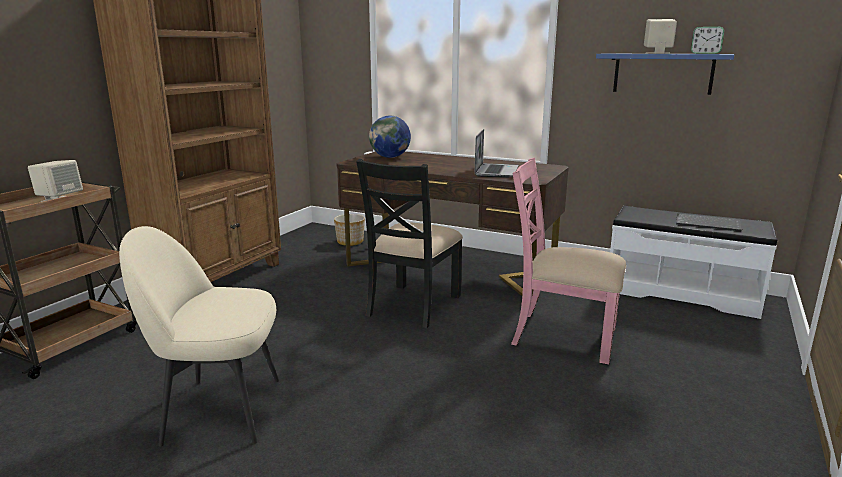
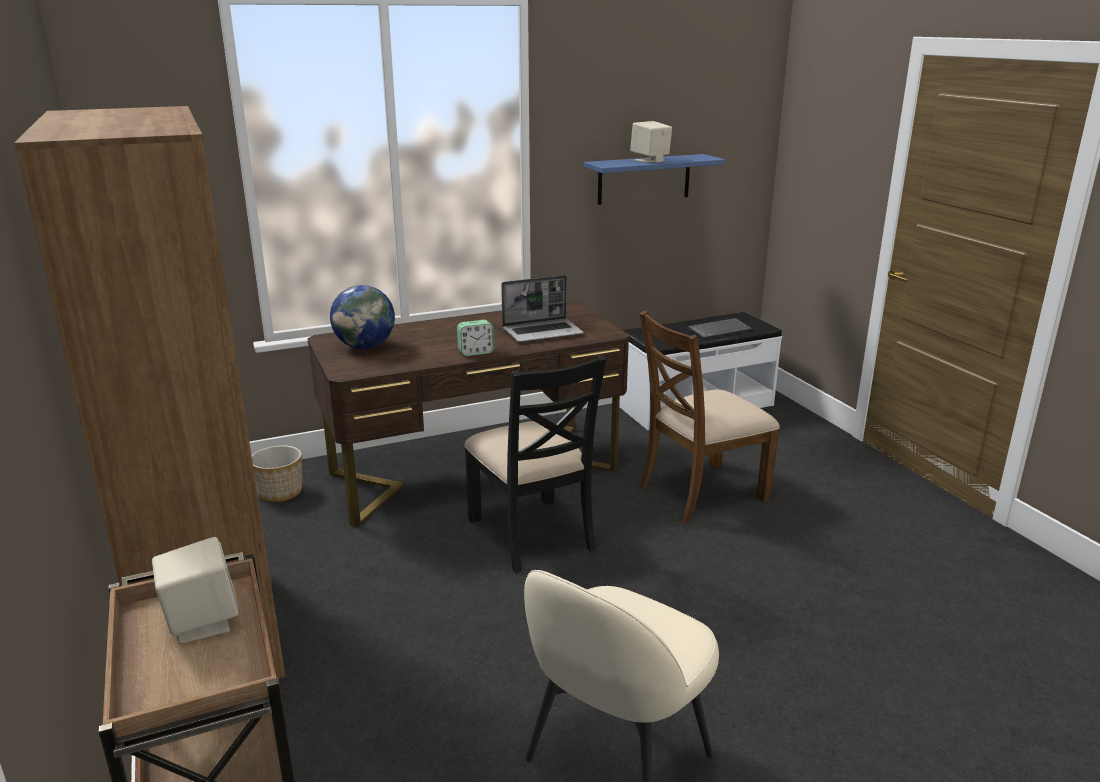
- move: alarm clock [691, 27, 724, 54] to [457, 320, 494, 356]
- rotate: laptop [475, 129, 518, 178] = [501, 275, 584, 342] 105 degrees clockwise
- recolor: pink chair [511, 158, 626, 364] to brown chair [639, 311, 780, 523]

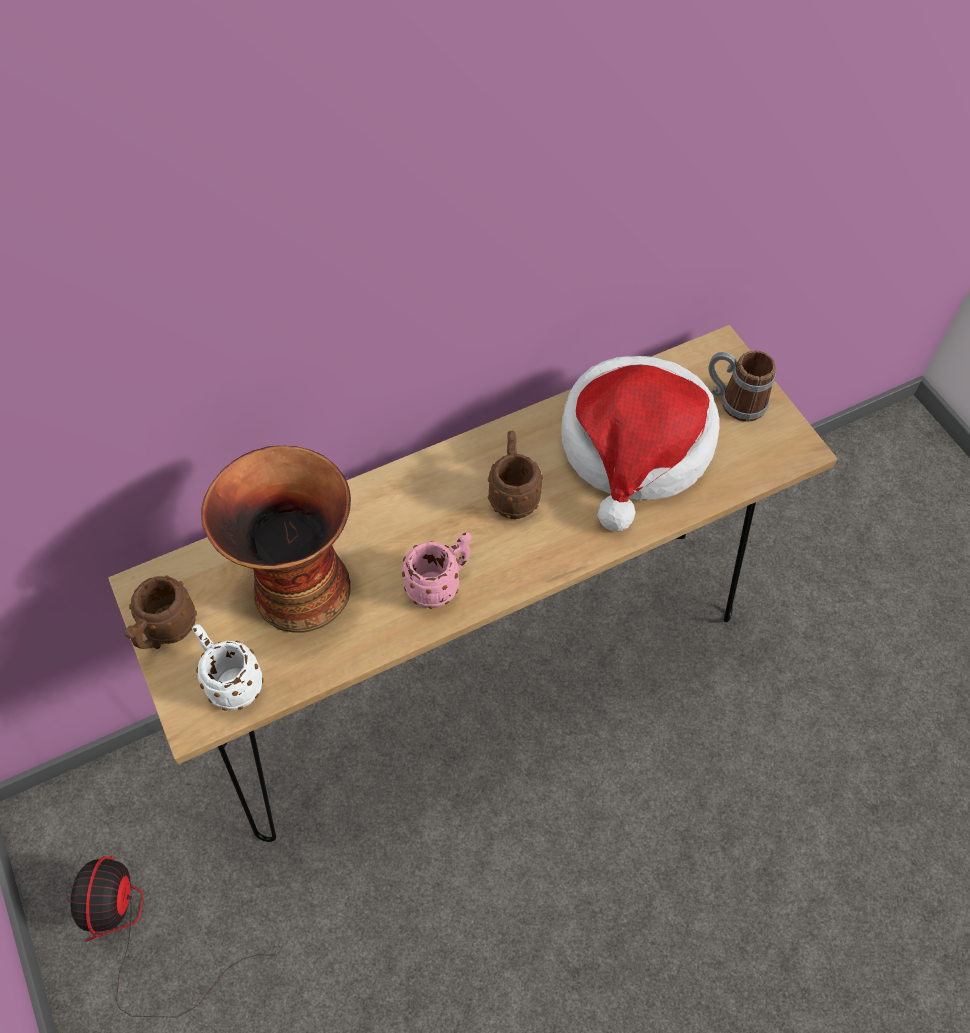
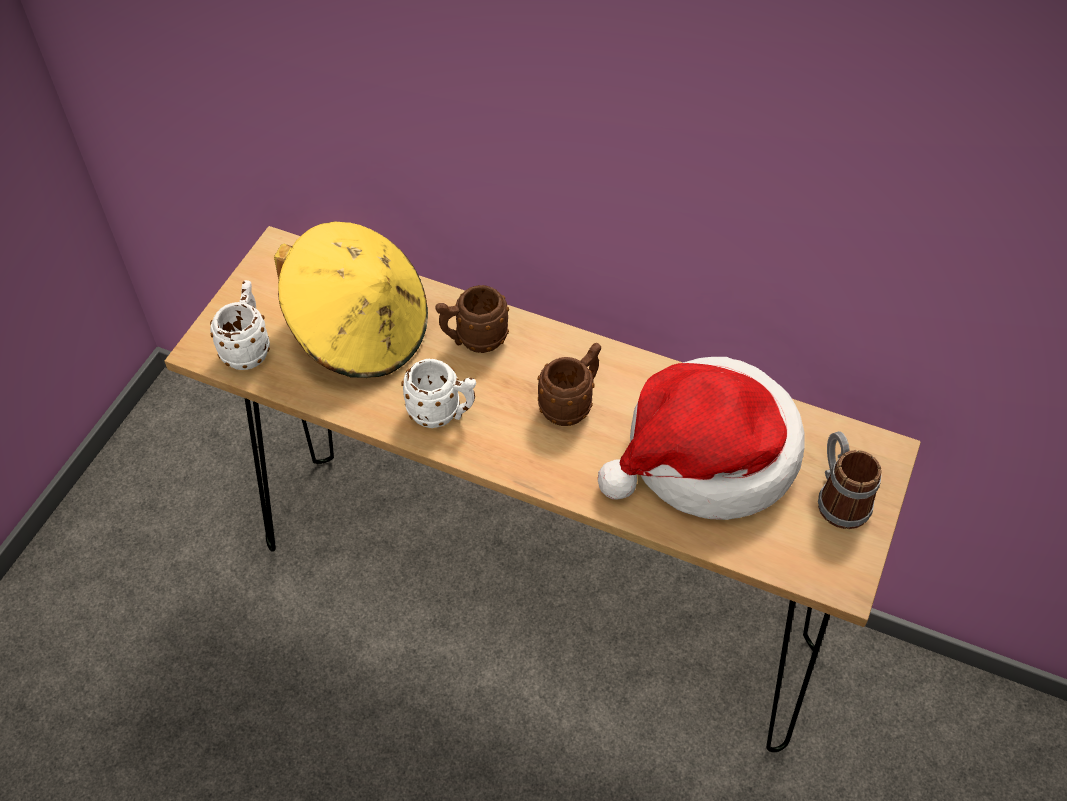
- replace: vase [201, 446, 351, 633] to yellow hat [274, 221, 428, 378]
- recolor: pink mug [402, 532, 471, 609] to white mug [401, 359, 476, 428]
- move: brown mug [124, 576, 197, 649] to [435, 285, 509, 353]
- delete: fan [70, 856, 276, 1017]

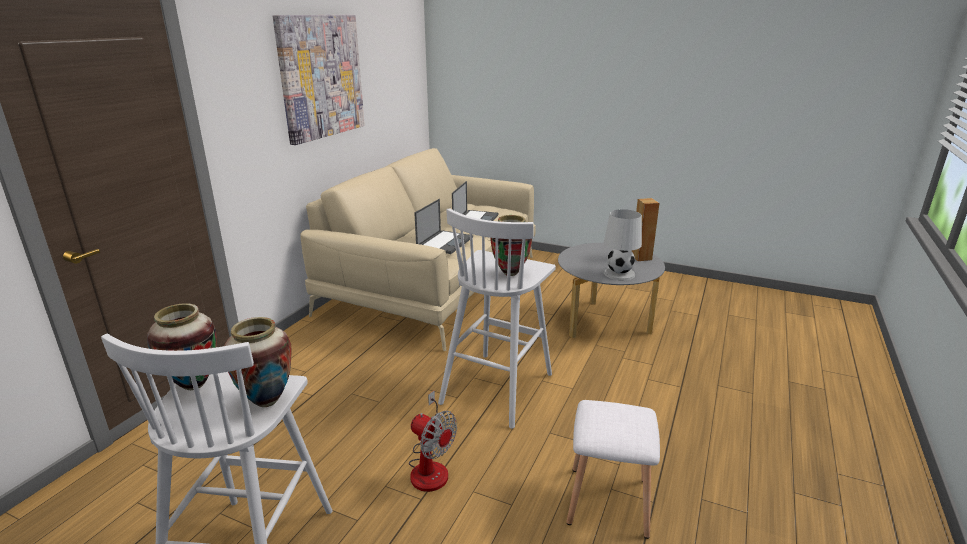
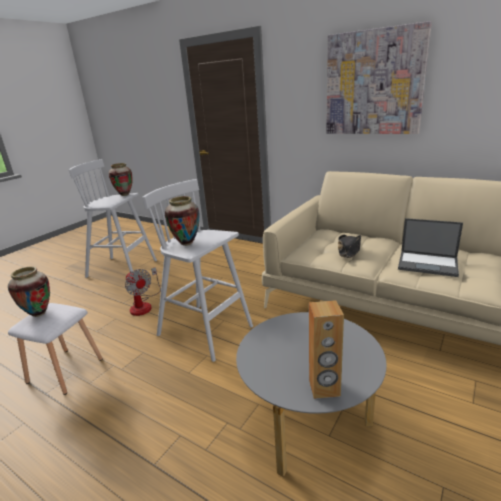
- replace: laptop [414, 199, 473, 254] to black hat [338, 235, 361, 258]
- delete: white table lamp [604, 209, 642, 281]
- move: vase [224, 317, 292, 407] to [8, 266, 50, 317]
- rotate: fan [409, 391, 457, 492] = [125, 267, 161, 316] 90 degrees counterclockwise

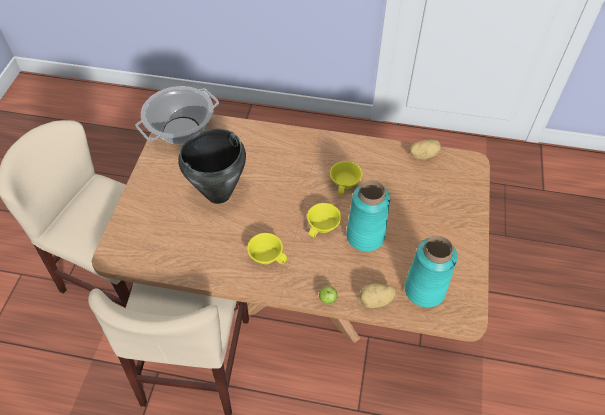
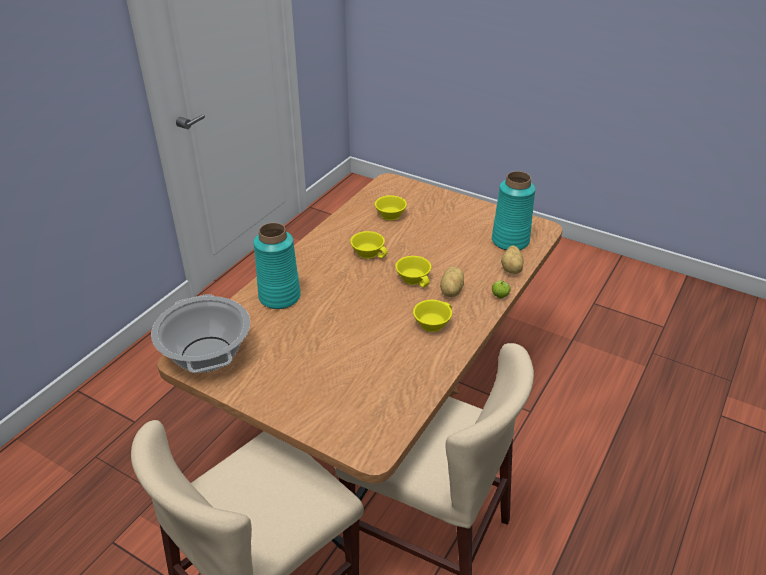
- delete: black cooking pot [178, 129, 246, 204]
- move: potato [409, 140, 441, 160] to [440, 267, 464, 297]
- move: turquoise vase [346, 180, 390, 251] to [253, 223, 301, 309]
- insert: yellow cup [375, 195, 407, 221]

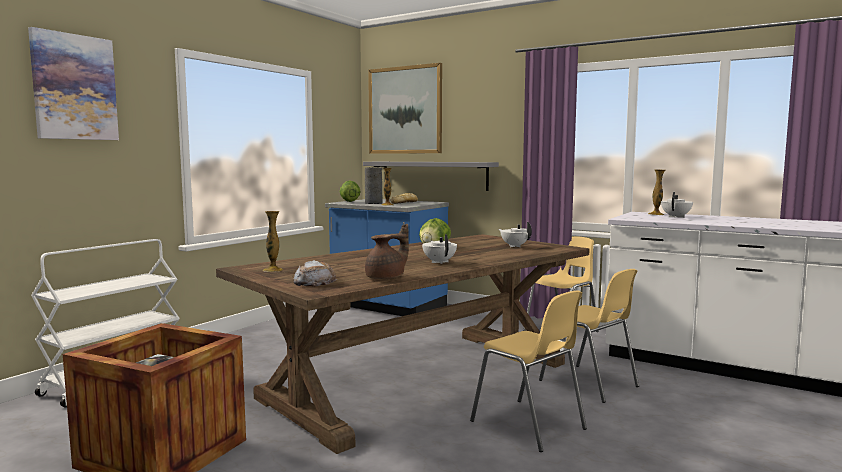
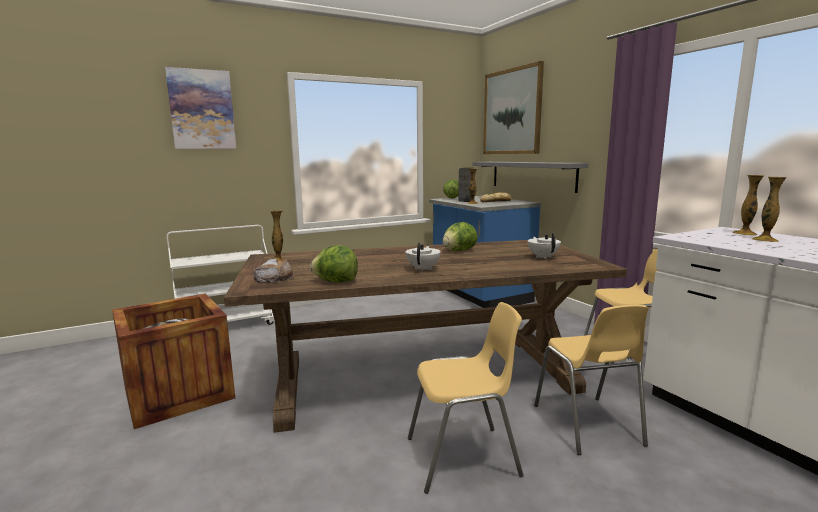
- replace: white teapot [661, 192, 693, 218] to vase [752, 177, 787, 242]
- replace: brown teapot [365, 224, 409, 280] to lettuce [310, 245, 358, 282]
- rotate: yellow chair [470, 291, 587, 452] = [408, 302, 523, 494] 90 degrees counterclockwise

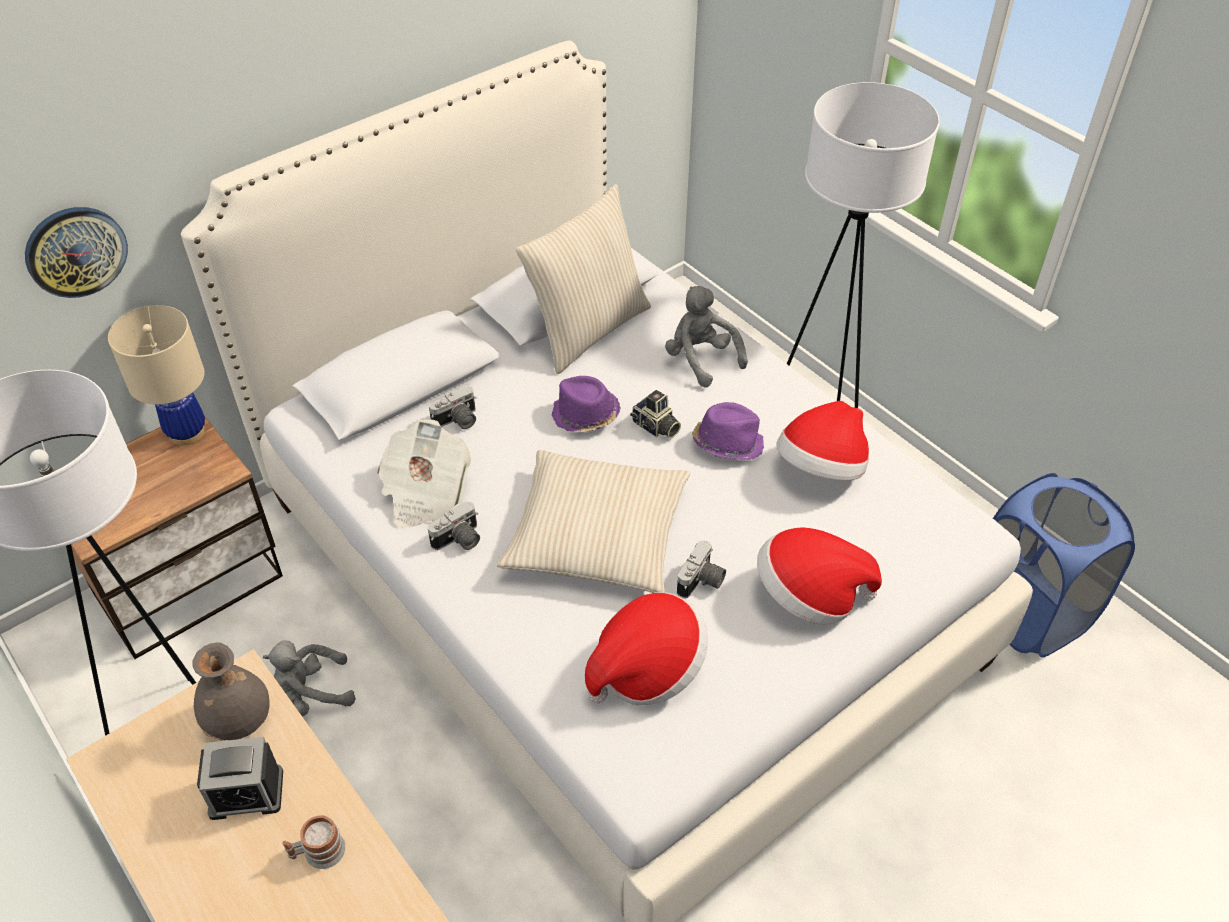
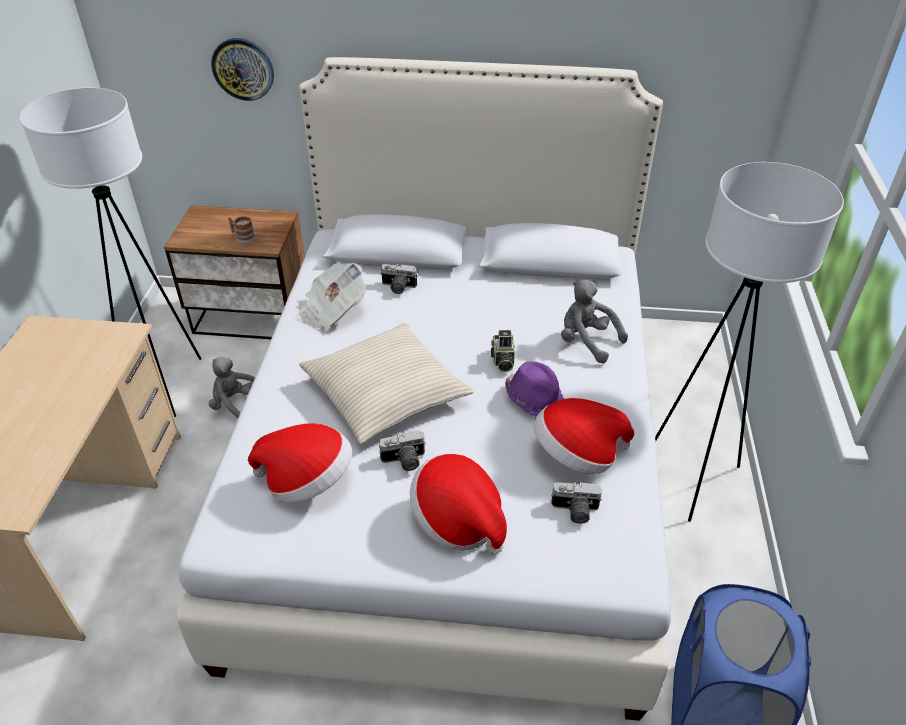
- delete: beige pillow [516, 184, 651, 374]
- rotate: grey plush toy [665, 286, 748, 388] = [561, 279, 628, 363] 60 degrees counterclockwise
- delete: beige table lamp [108, 305, 205, 445]
- delete: purple hat [552, 376, 621, 432]
- move: photo camera [427, 501, 480, 550] to [551, 482, 602, 524]
- delete: grey vase [192, 643, 270, 741]
- delete: alarm clock [197, 737, 283, 820]
- move: mug [282, 815, 345, 869] to [228, 216, 256, 244]

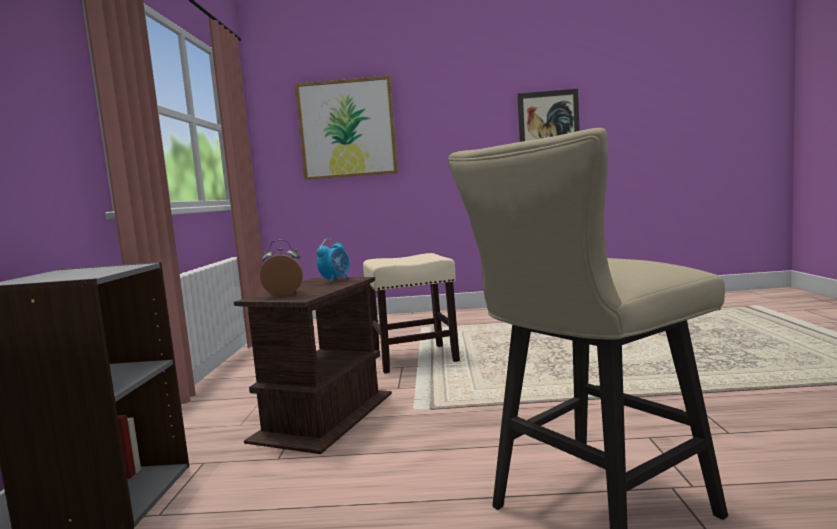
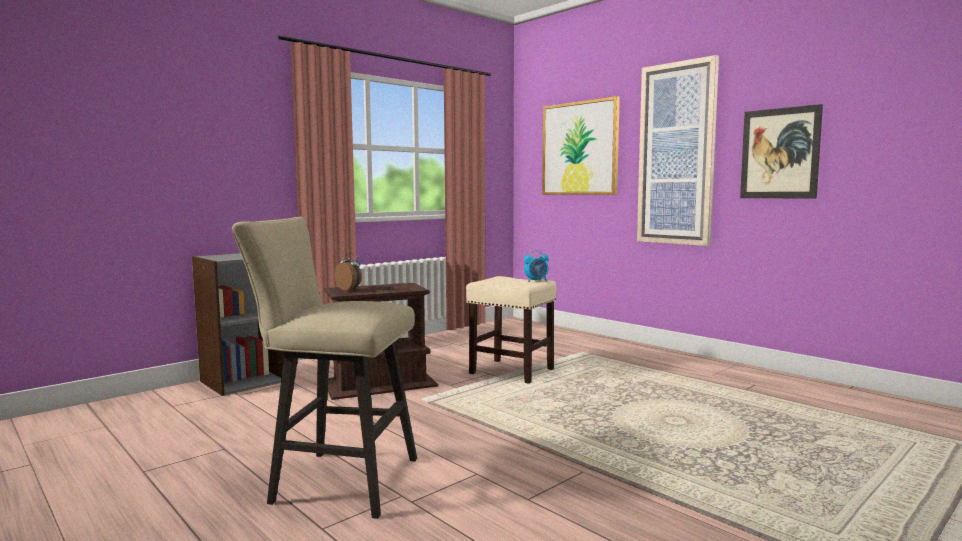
- move: alarm clock [316, 238, 349, 282] to [524, 250, 549, 282]
- insert: picture [637, 55, 719, 246]

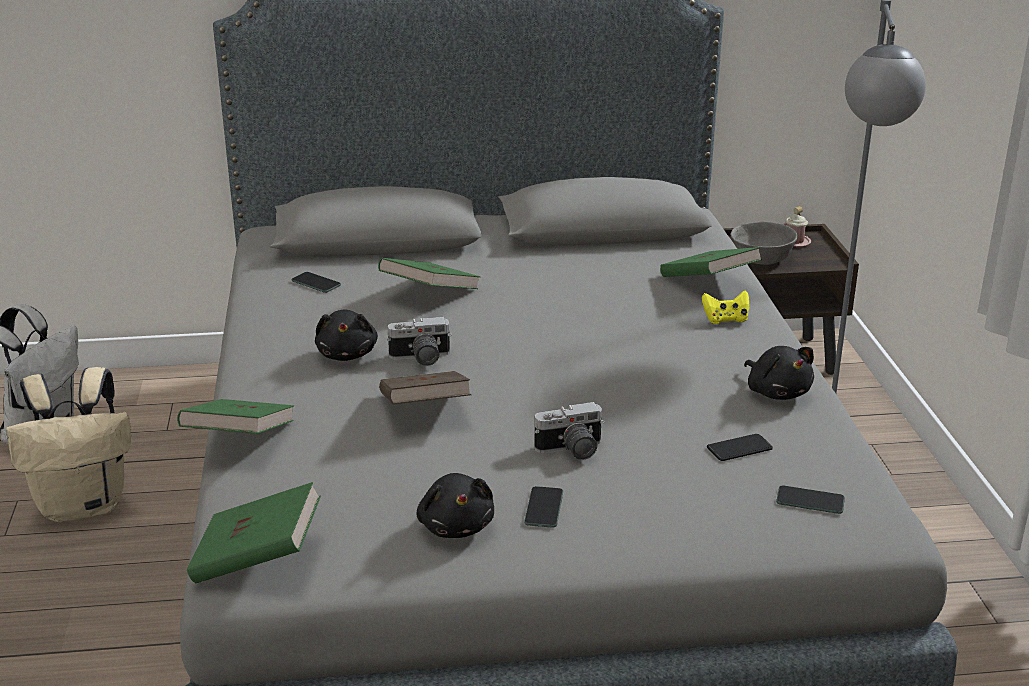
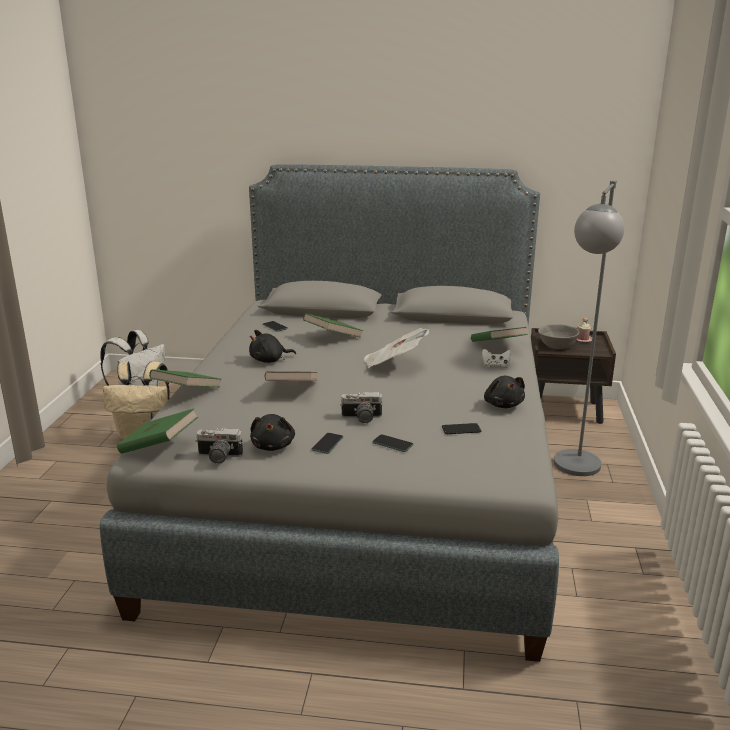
- recolor: yellow game controller [702, 291, 749, 324] to white game controller [482, 349, 511, 368]
- rotate: black plush toy [315, 310, 378, 361] = [249, 330, 296, 363] 60 degrees clockwise
- move: photo camera [387, 317, 452, 366] to [195, 428, 243, 464]
- move: phone [776, 485, 845, 514] to [372, 434, 413, 452]
- insert: newspaper [364, 328, 429, 368]

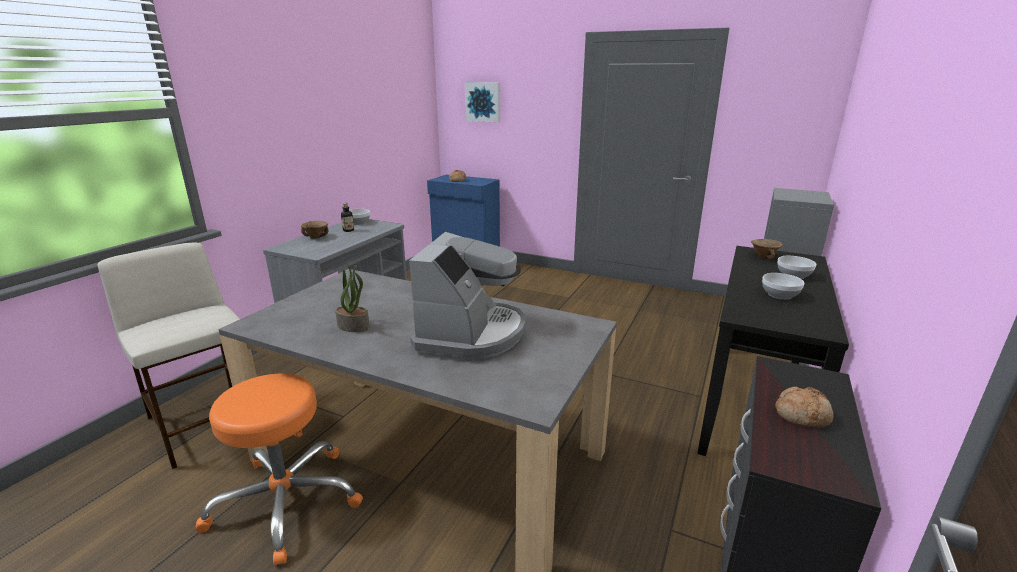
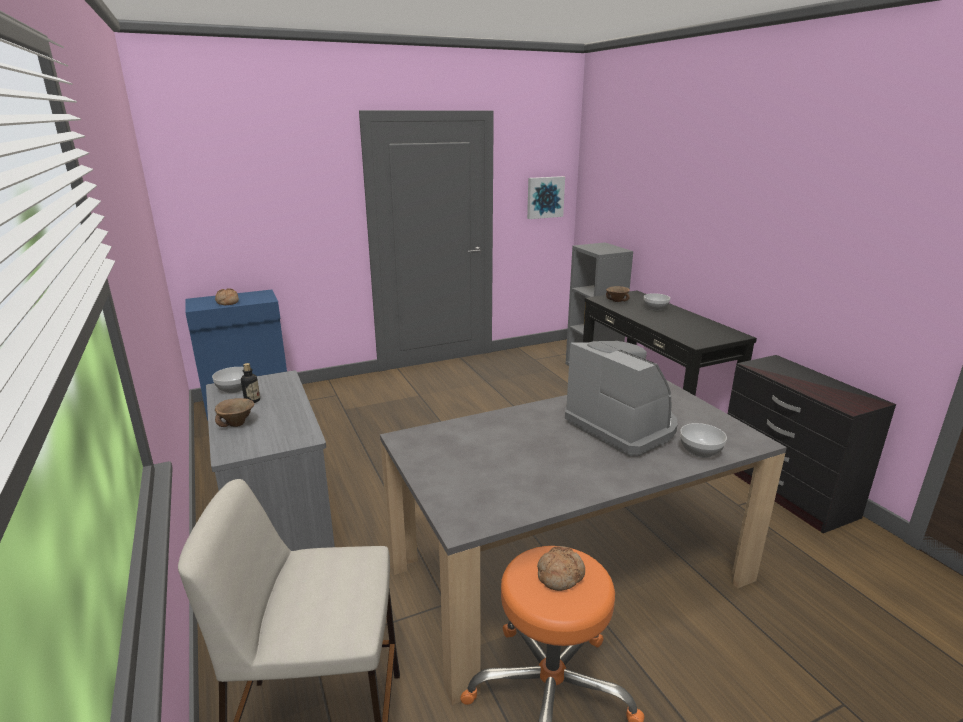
- move: picture [465, 82, 500, 122] to [527, 176, 565, 219]
- delete: potted plant [335, 264, 370, 332]
- move: bowl [762, 273, 805, 300] to [680, 423, 727, 458]
- move: bread [775, 387, 833, 427] to [537, 546, 585, 591]

